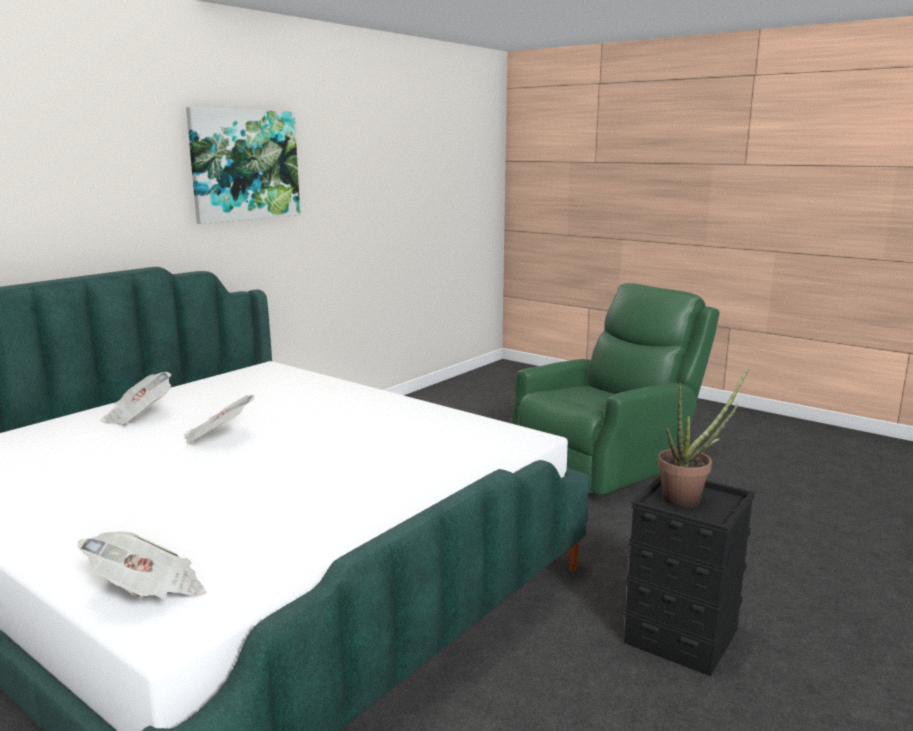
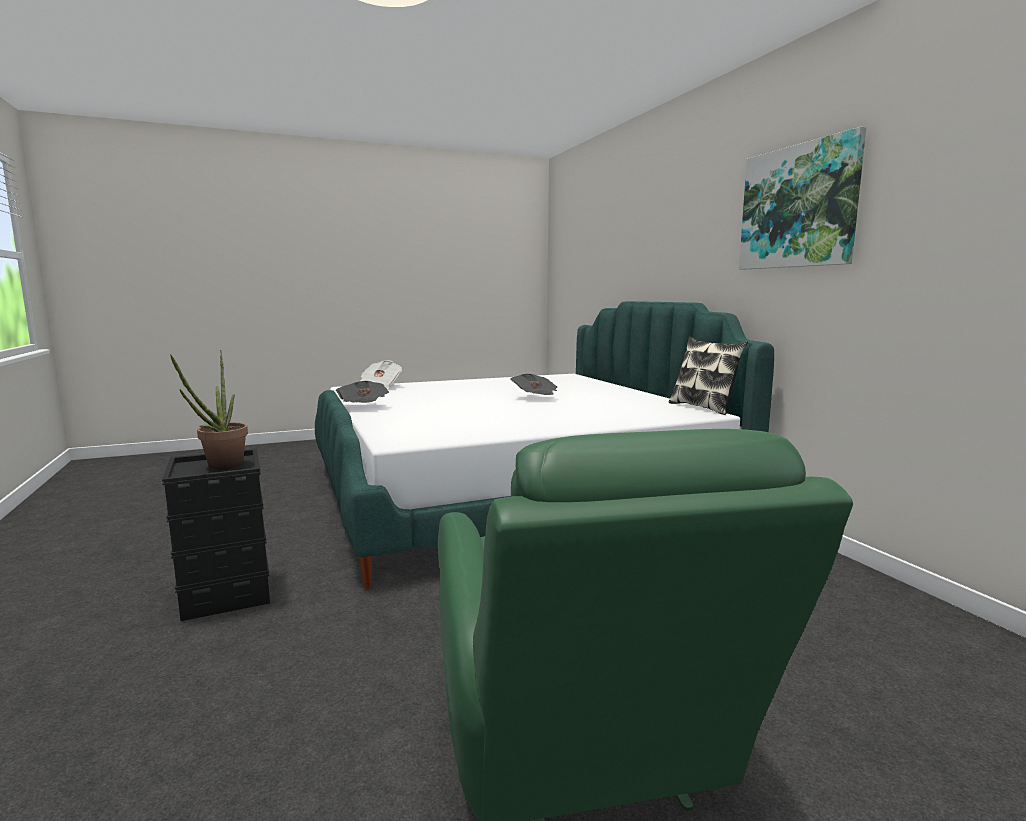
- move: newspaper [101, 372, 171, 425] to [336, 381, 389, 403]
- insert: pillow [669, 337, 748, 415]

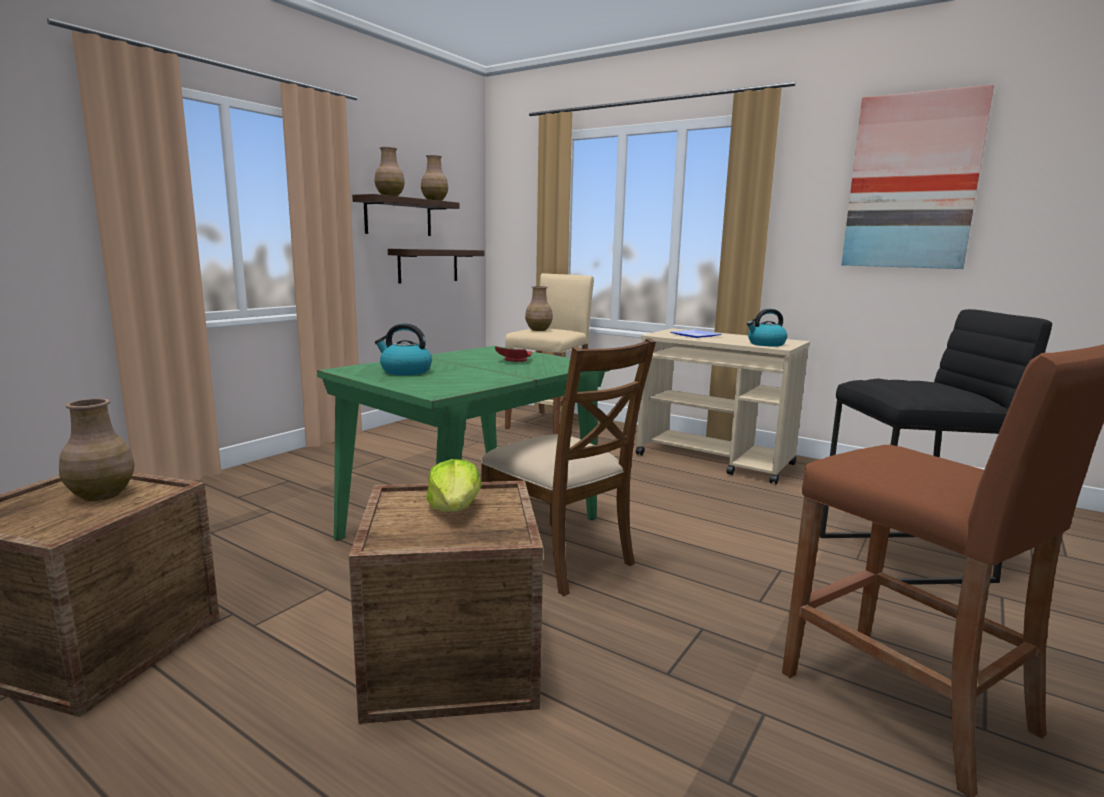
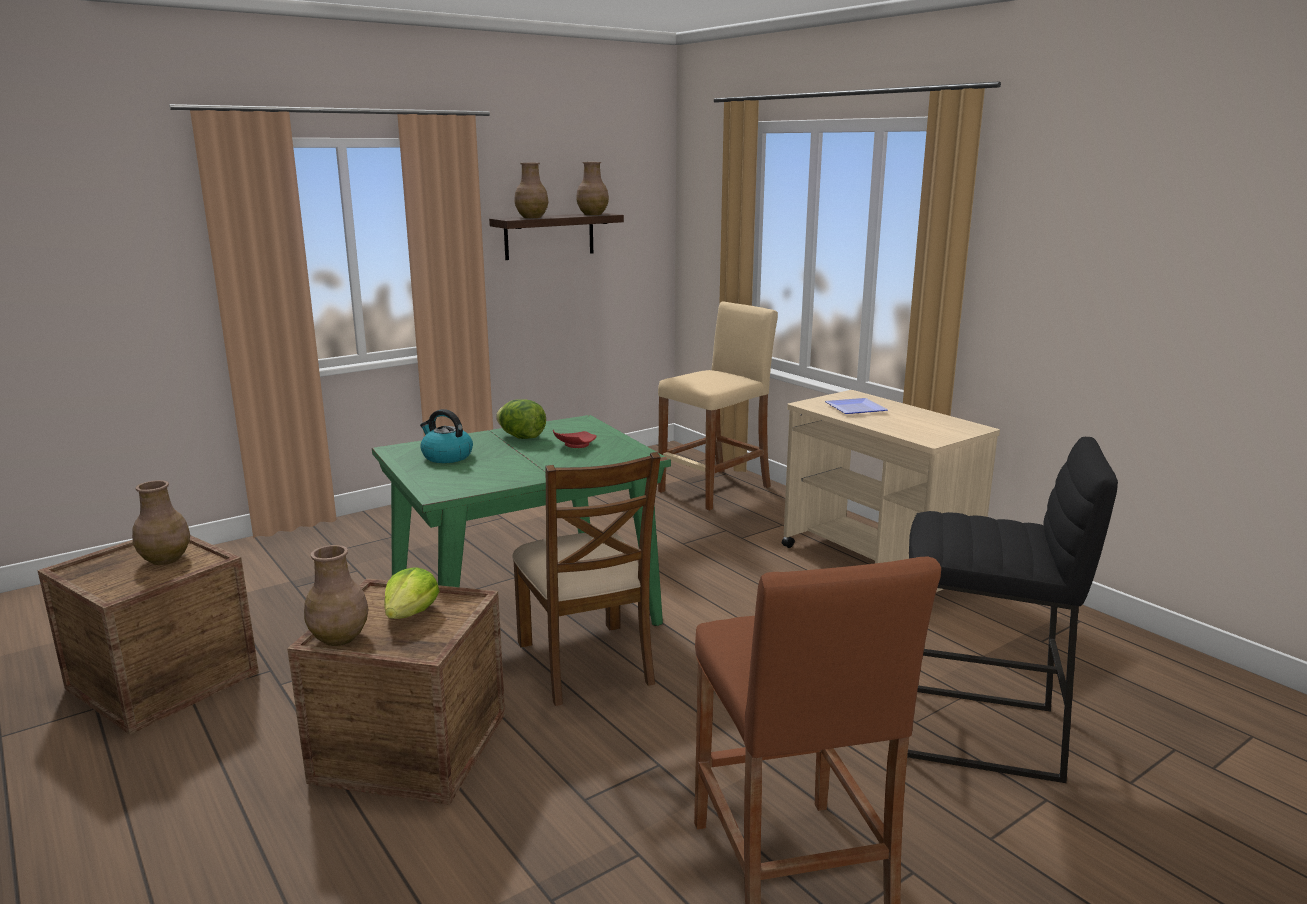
- delete: picture [841, 84, 994, 269]
- delete: shelf [388, 249, 484, 284]
- move: brown vase [525, 286, 553, 331] to [304, 545, 368, 646]
- delete: kettle [747, 309, 787, 347]
- insert: lettuce [496, 399, 546, 439]

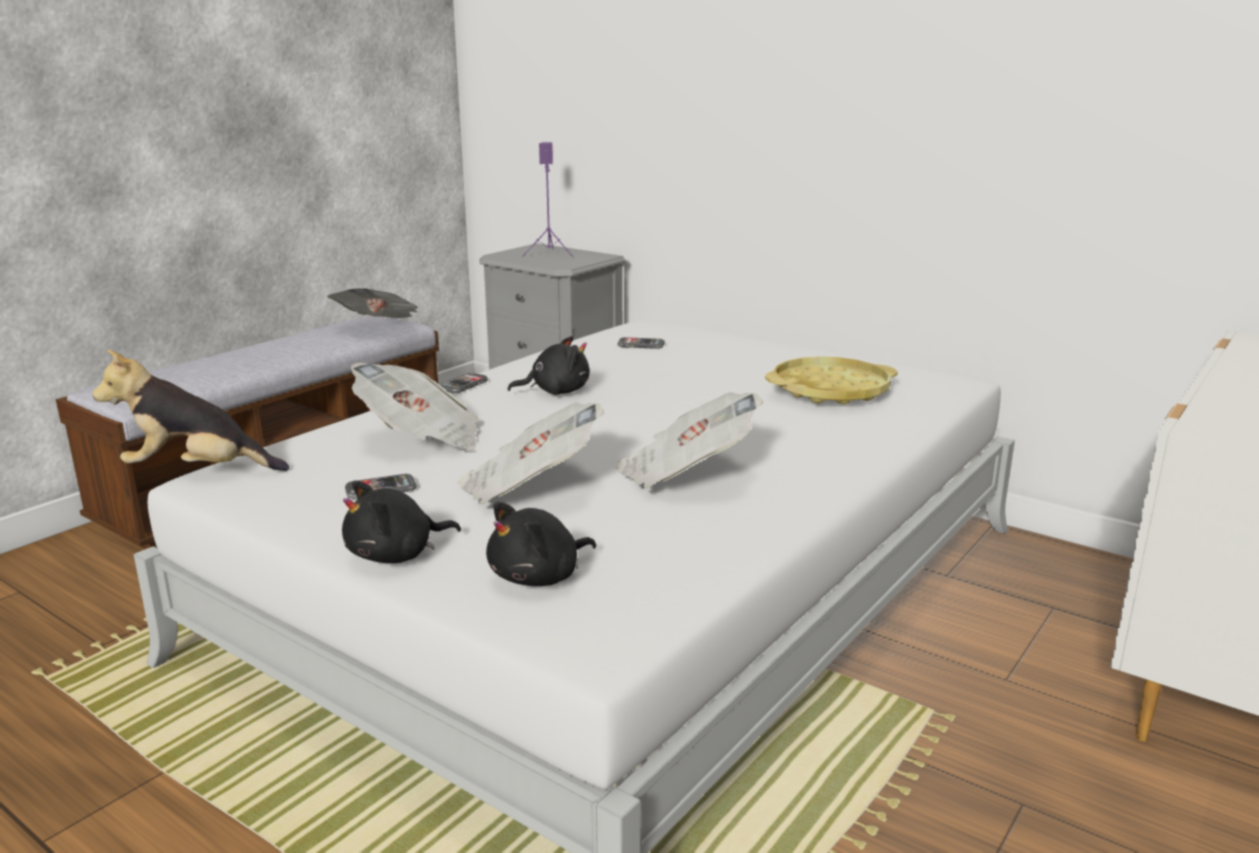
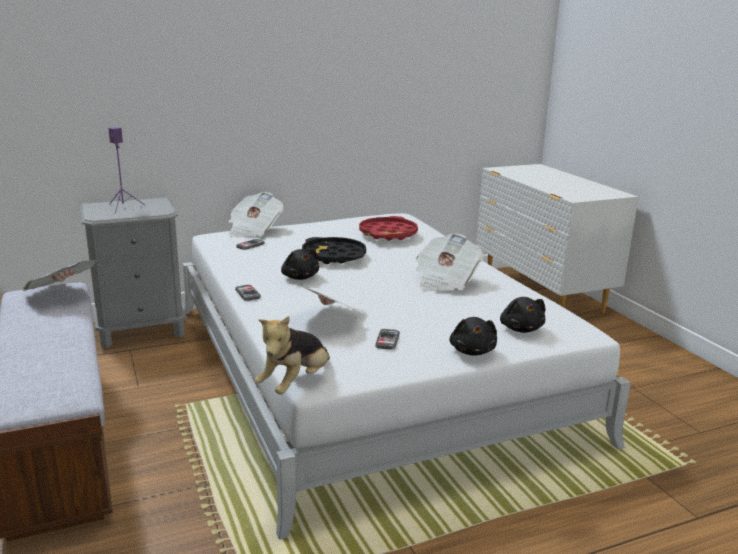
- rotate: black plush toy [508, 336, 590, 395] = [281, 249, 319, 280] 135 degrees clockwise
- recolor: yellow tray [765, 356, 898, 404] to red tray [359, 216, 418, 241]
- move: newspaper [458, 402, 604, 505] to [228, 192, 283, 238]
- insert: black tray [302, 237, 366, 264]

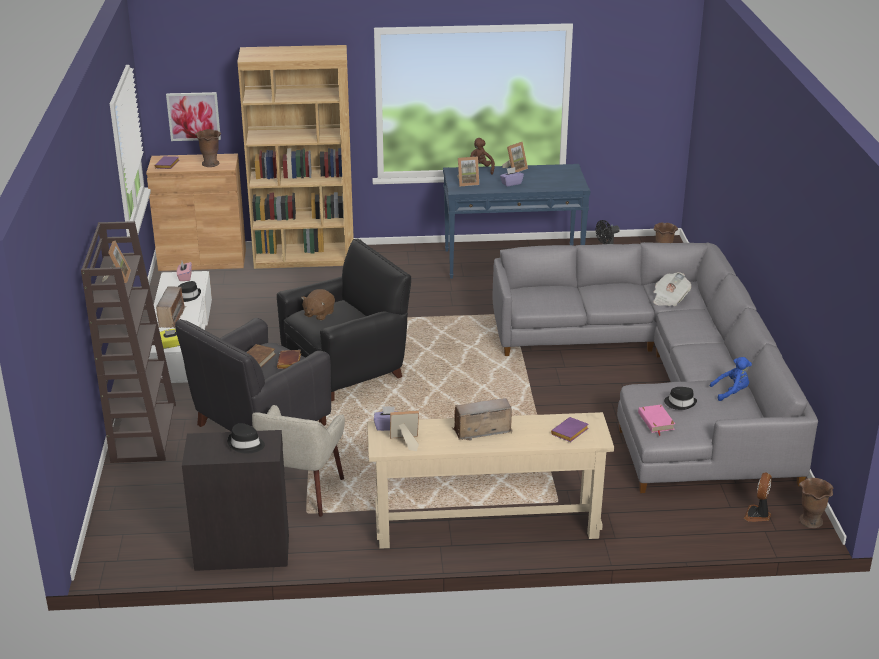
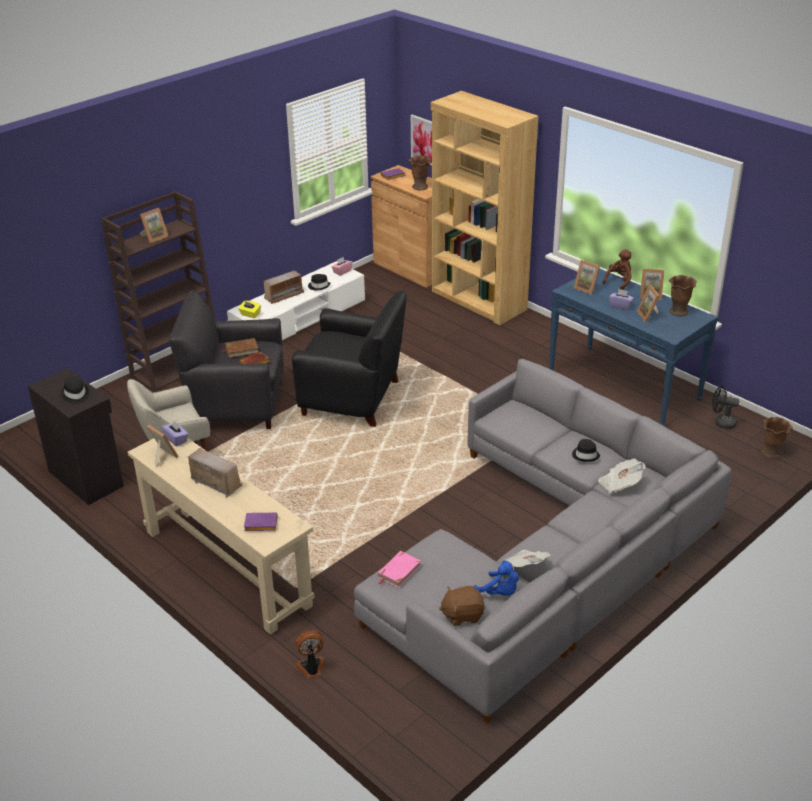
- move: brown plush toy [301, 289, 335, 321] to [439, 586, 484, 626]
- move: black hat [664, 387, 697, 410] to [572, 439, 600, 462]
- move: fan [744, 473, 772, 522] to [296, 631, 325, 678]
- move: brown vase [799, 478, 833, 528] to [669, 275, 697, 316]
- insert: picture frame [637, 285, 660, 322]
- insert: newspaper [505, 550, 551, 567]

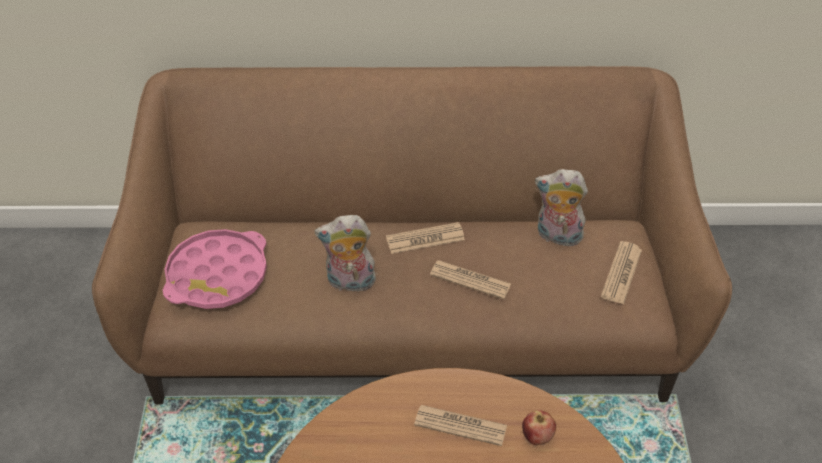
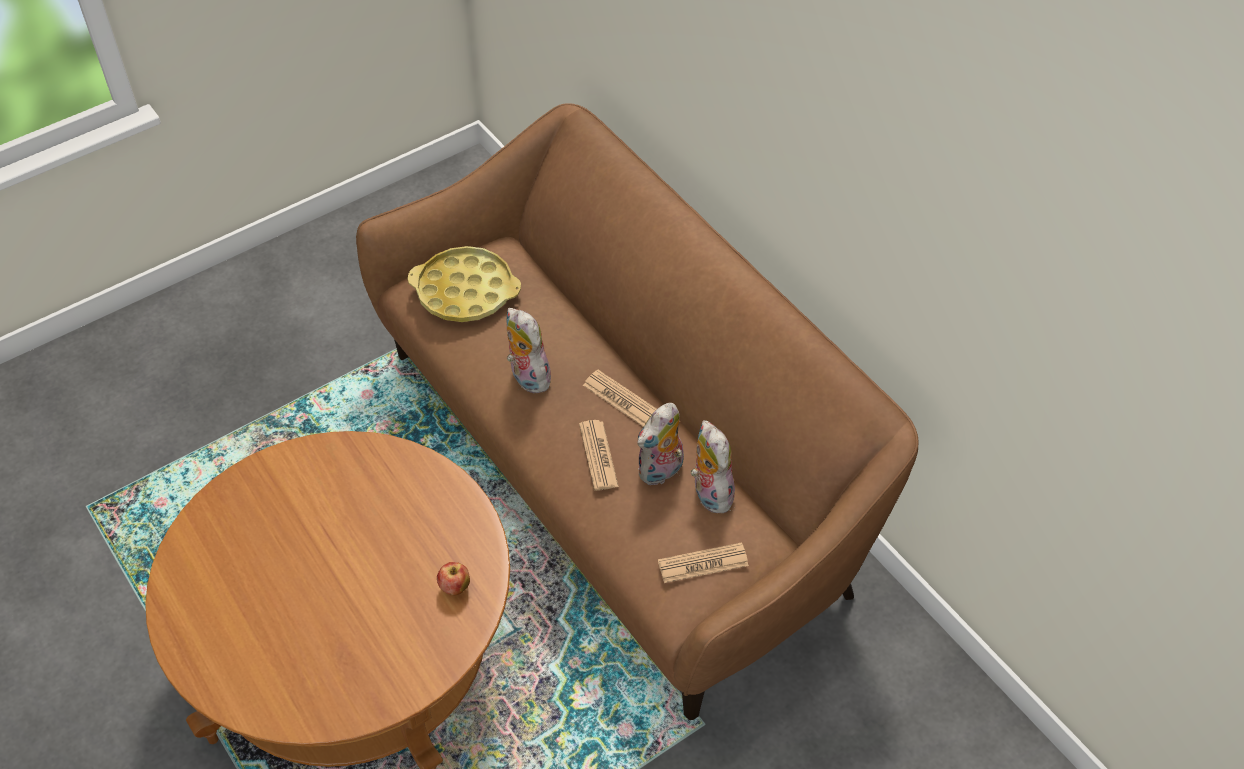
- recolor: pink tray [163, 229, 267, 309] to yellow tray [407, 246, 521, 322]
- delete: newspaper [414, 405, 507, 446]
- insert: plush toy [637, 403, 684, 485]

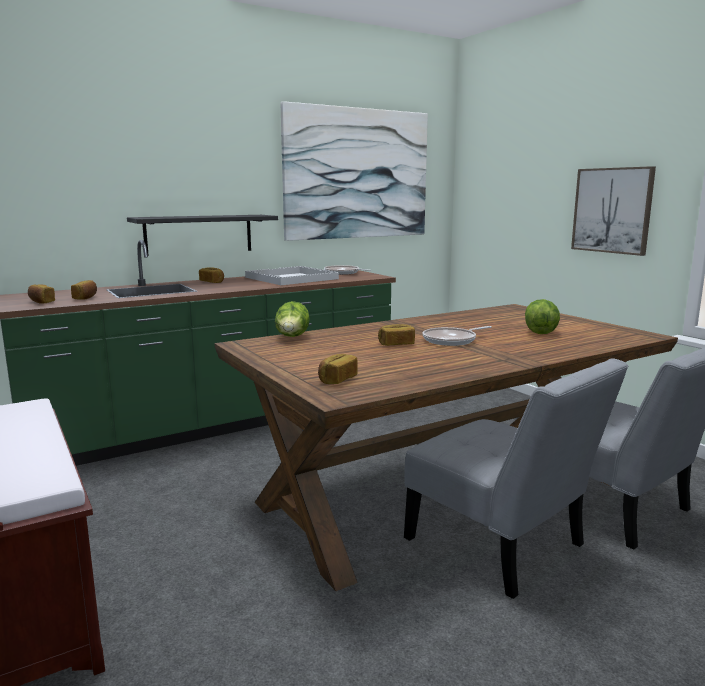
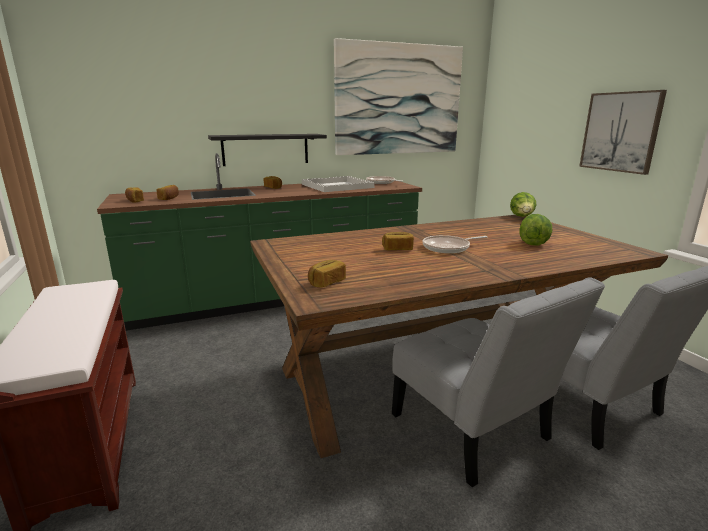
- move: lettuce [275, 301, 310, 337] to [510, 192, 536, 217]

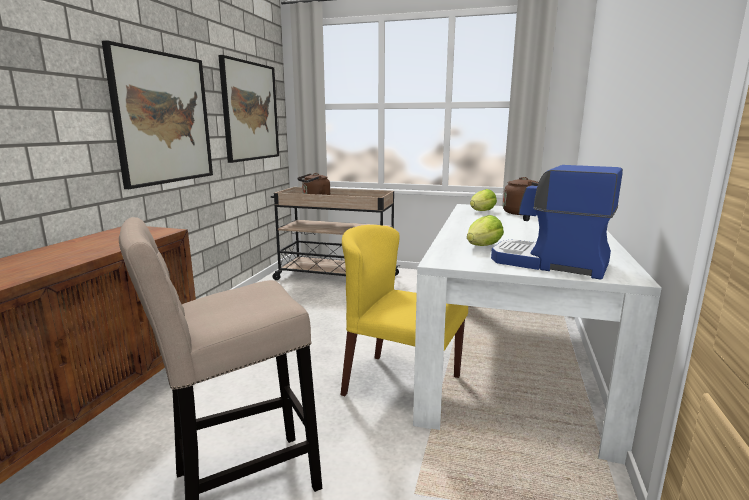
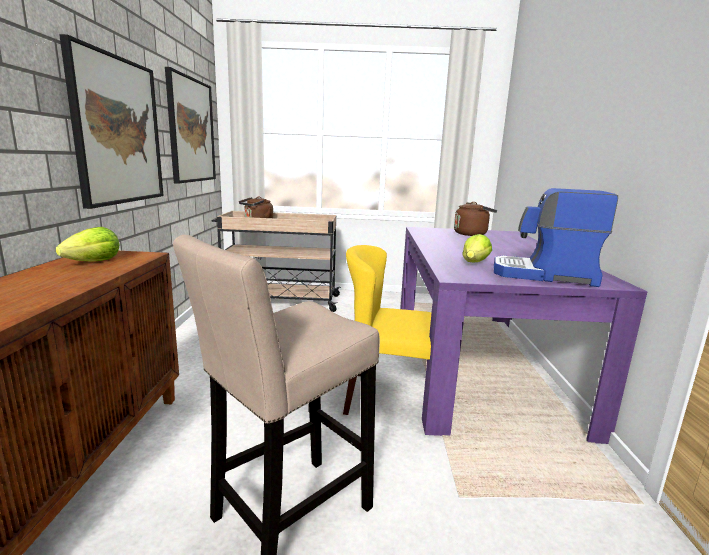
- move: lettuce [470, 189, 497, 211] to [56, 227, 119, 262]
- recolor: white dining table [413, 204, 662, 464] to purple dining table [400, 227, 647, 444]

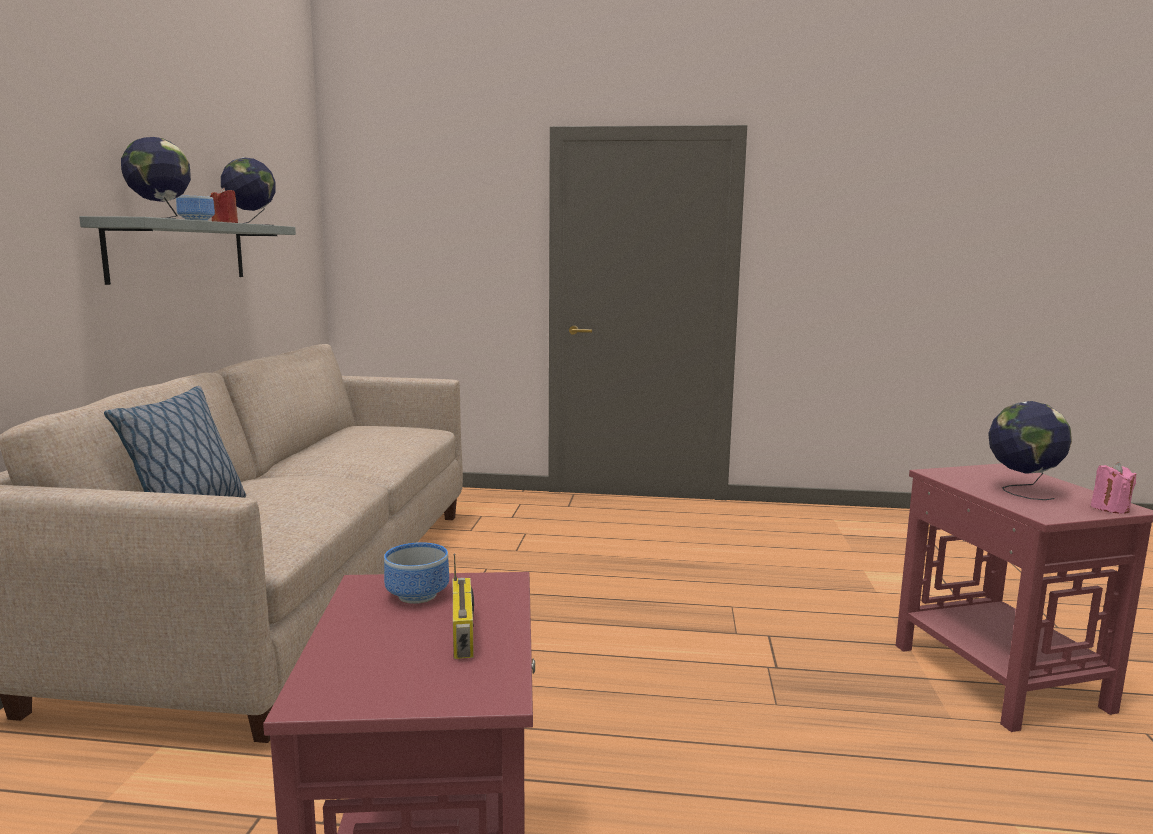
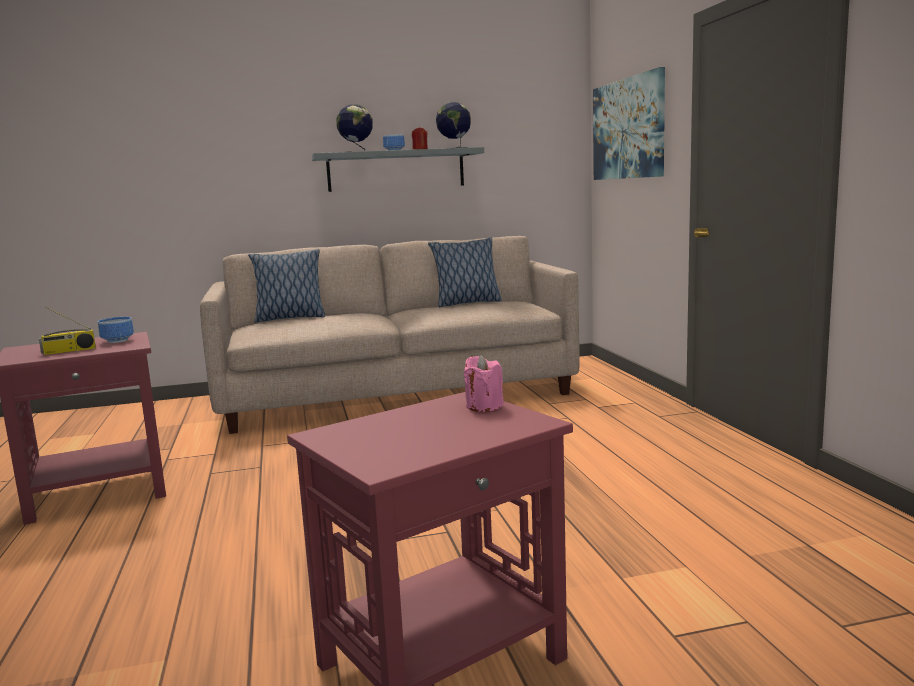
- delete: globe [988, 401, 1072, 500]
- move: pink candle [1091, 462, 1136, 514] to [464, 355, 504, 412]
- insert: picture [593, 67, 665, 180]
- insert: pillow [428, 237, 502, 308]

